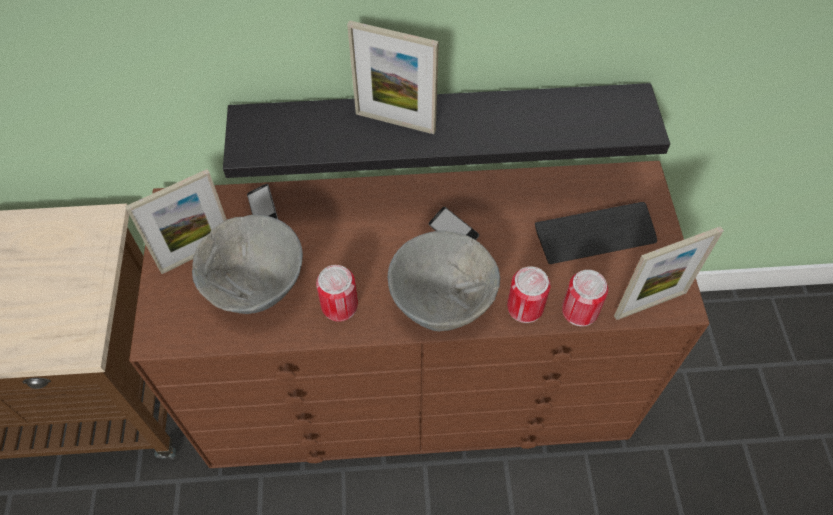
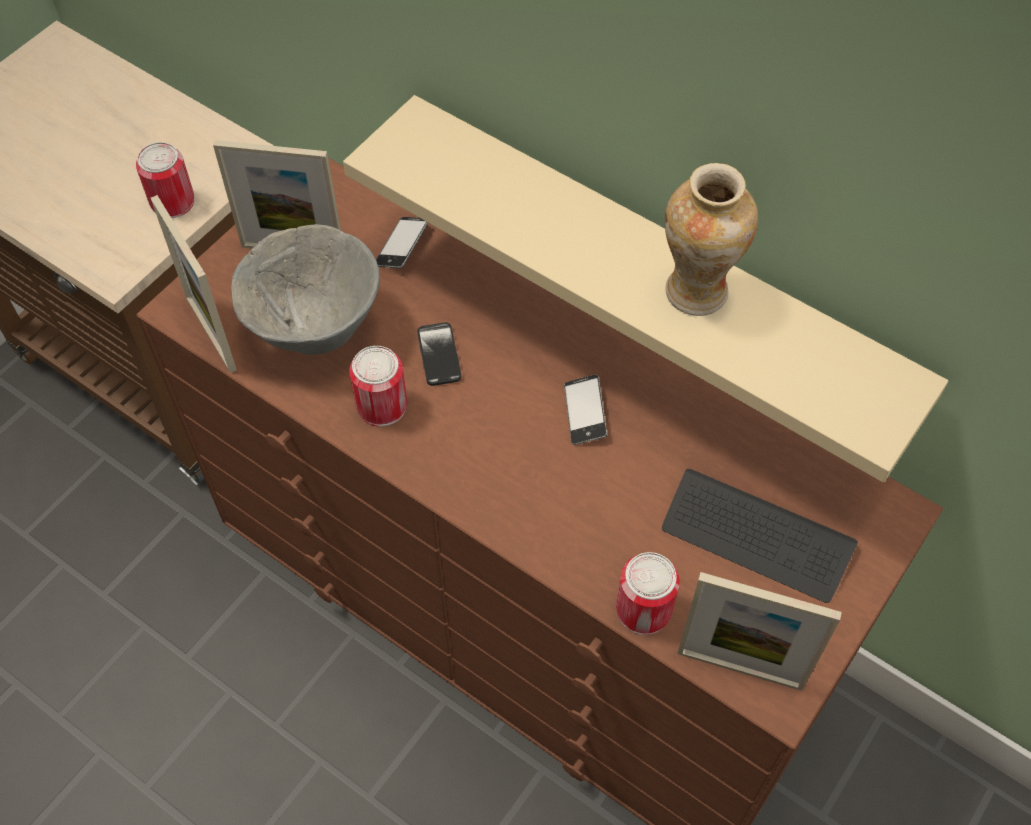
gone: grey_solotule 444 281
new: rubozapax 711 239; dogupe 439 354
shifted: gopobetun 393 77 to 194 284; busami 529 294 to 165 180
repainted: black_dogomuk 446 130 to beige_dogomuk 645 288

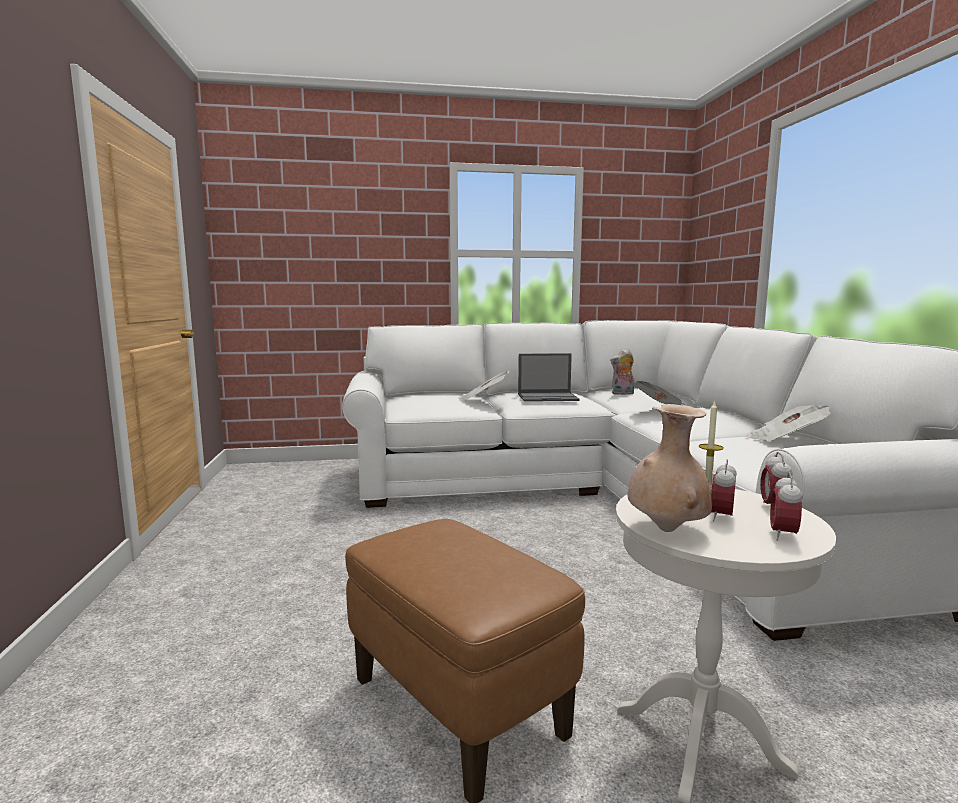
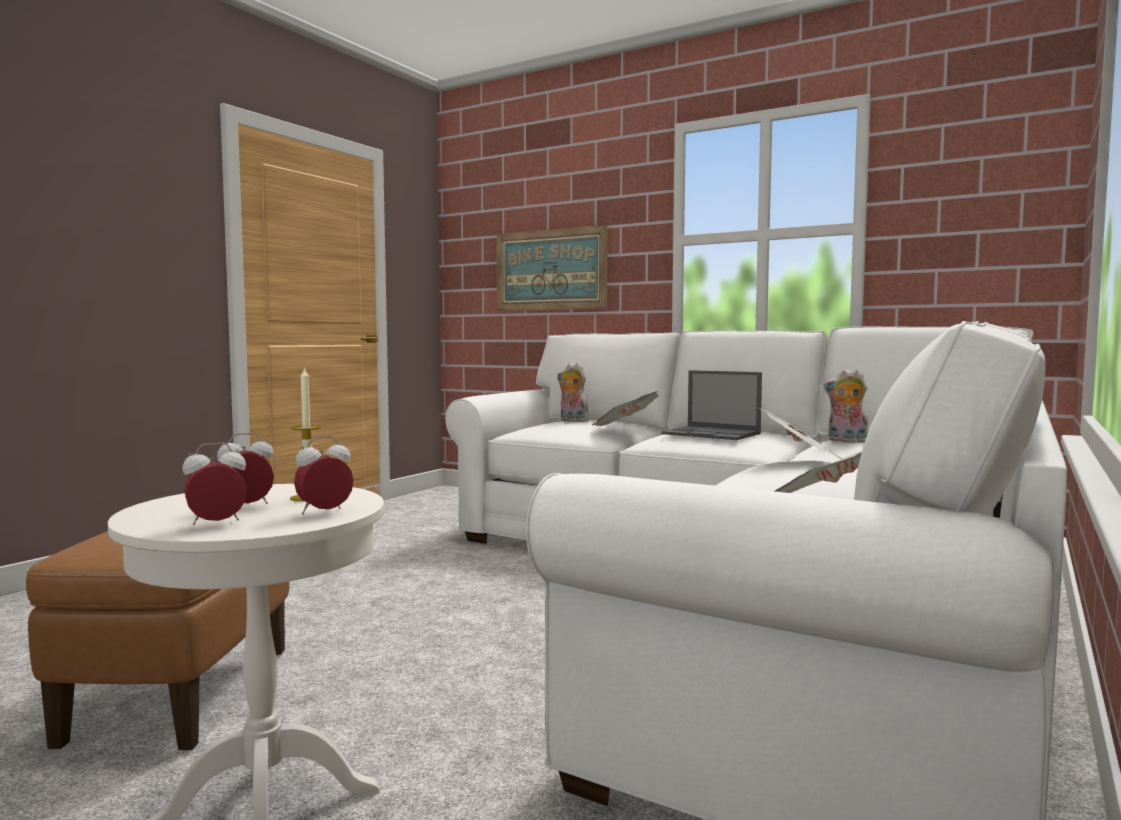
gone: beige_rubozapax 670 468
new: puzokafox 552 268; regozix 573 392

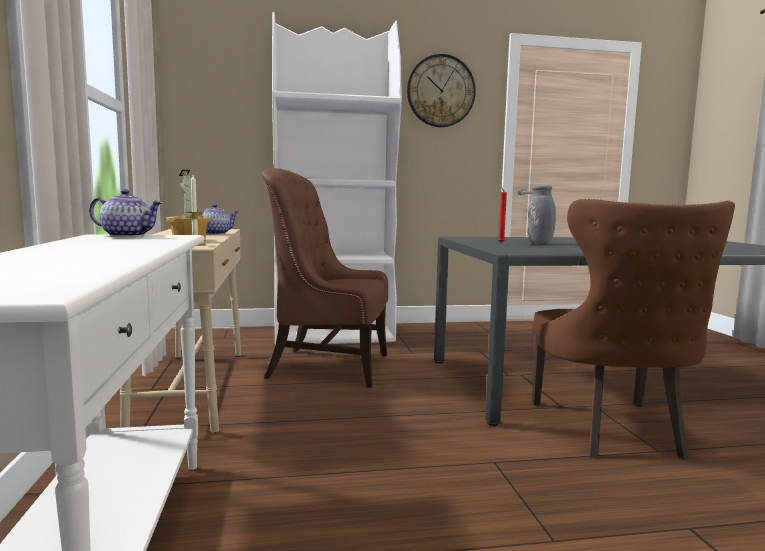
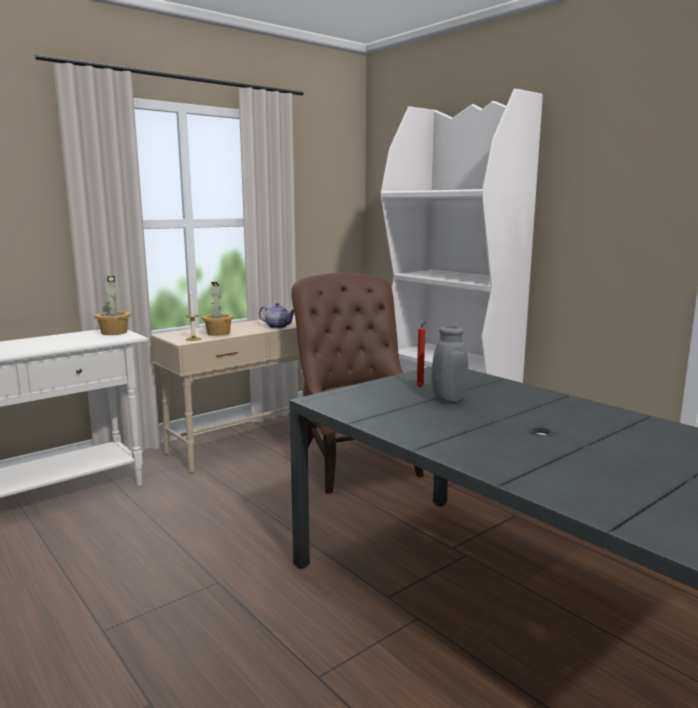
gone: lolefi 441 90; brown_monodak 633 329
swapped: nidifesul 126 213 to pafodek 112 305

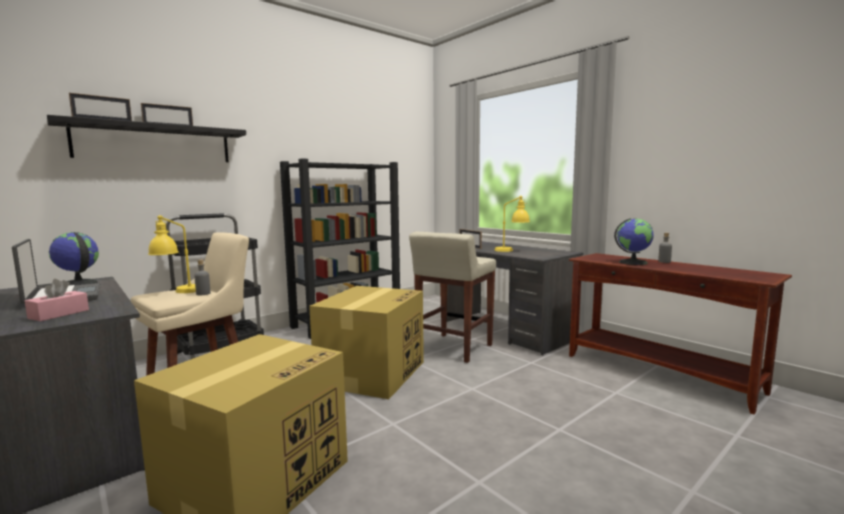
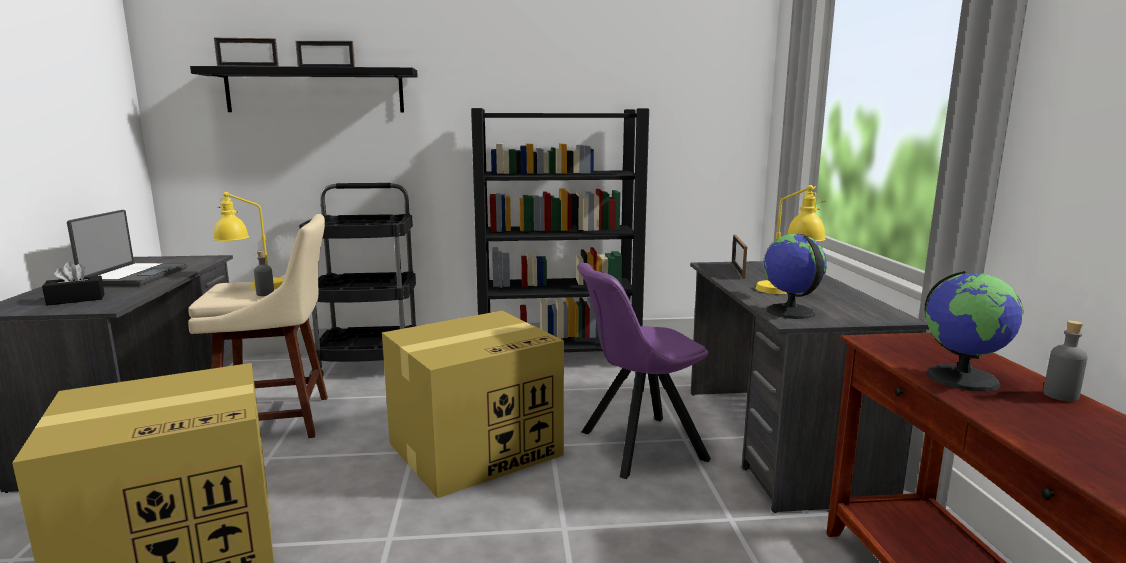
shifted: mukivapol 74 259 to 795 276
swapped: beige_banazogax 452 297 to purple_monodak 644 371
repainted: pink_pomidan 57 300 to black_pomidan 73 284

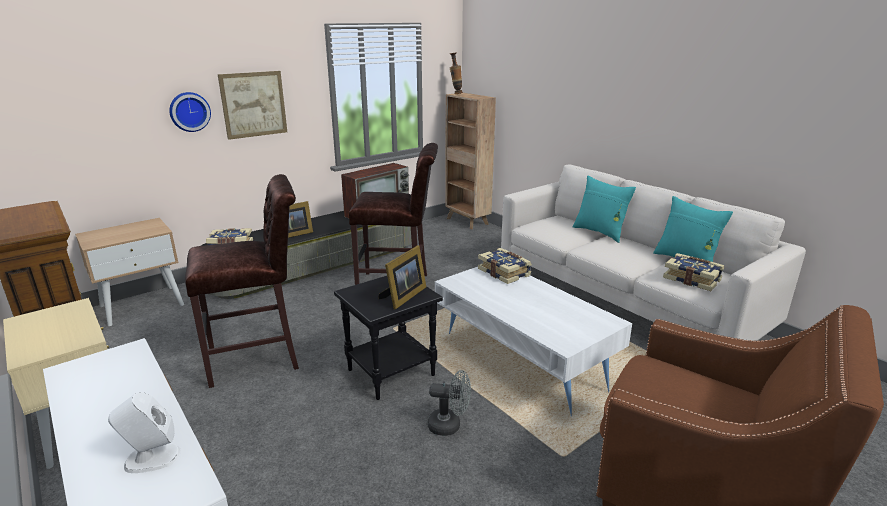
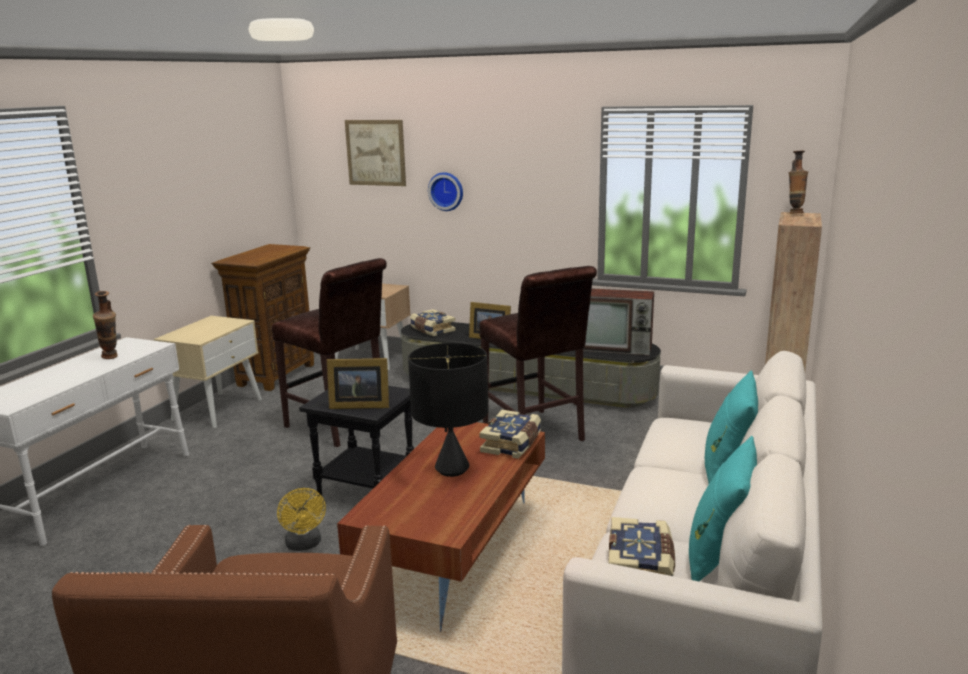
gone: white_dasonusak 144 432
new: rubozapax 105 325; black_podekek 448 410
shifted: puzokafox 252 105 to 375 153
repainted: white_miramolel 533 341 to brown_miramolel 441 527; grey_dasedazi 449 403 to yellow_dasedazi 301 519

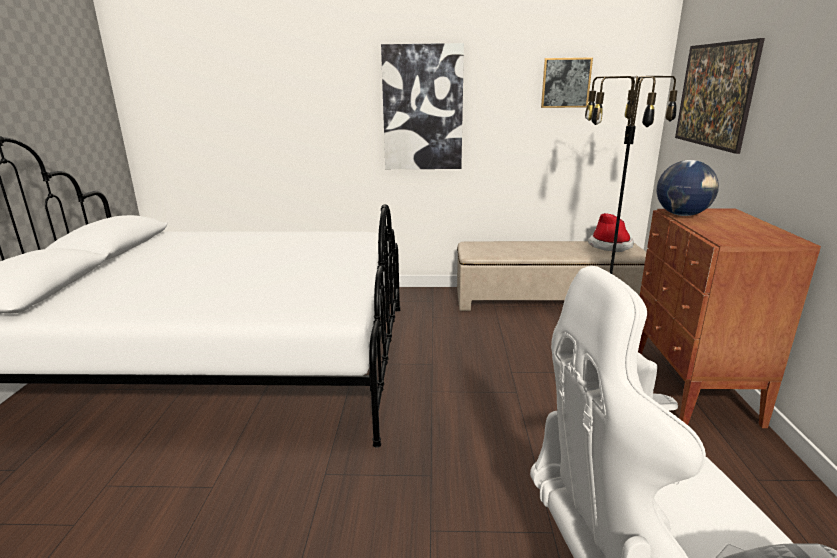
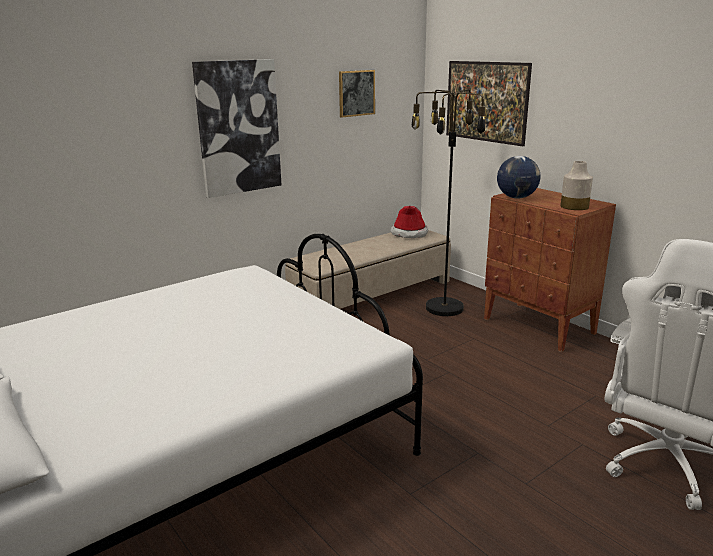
new: beige_rubozapax 576 185

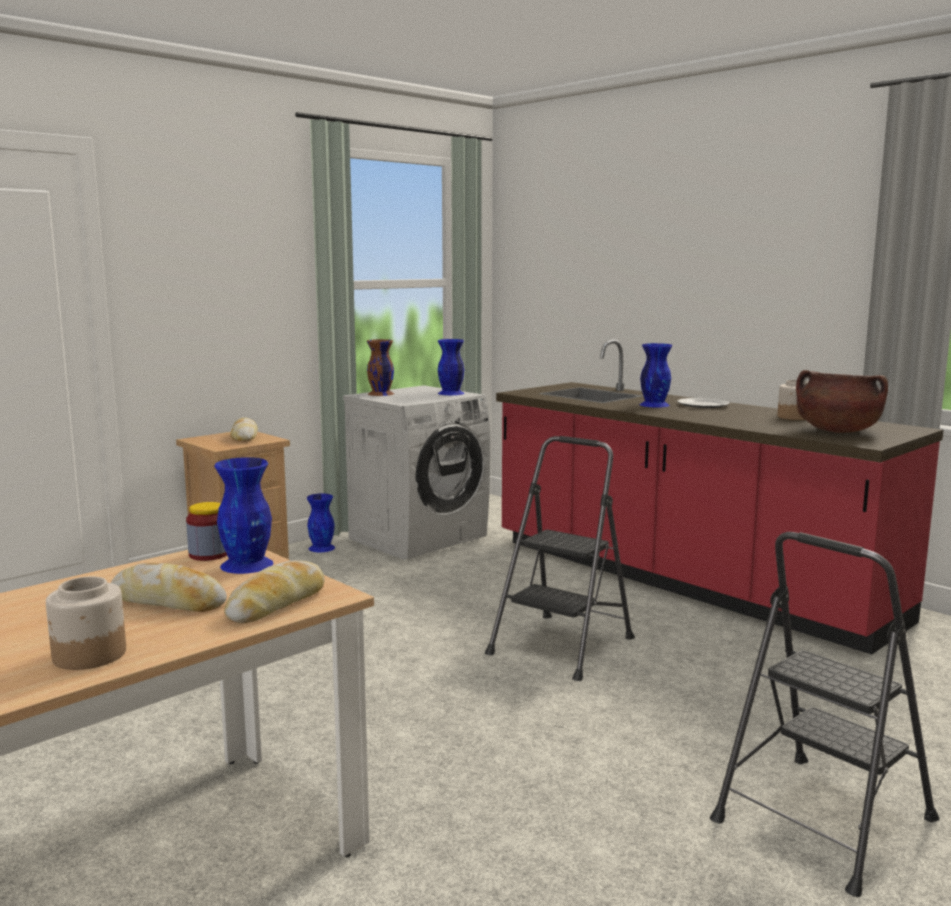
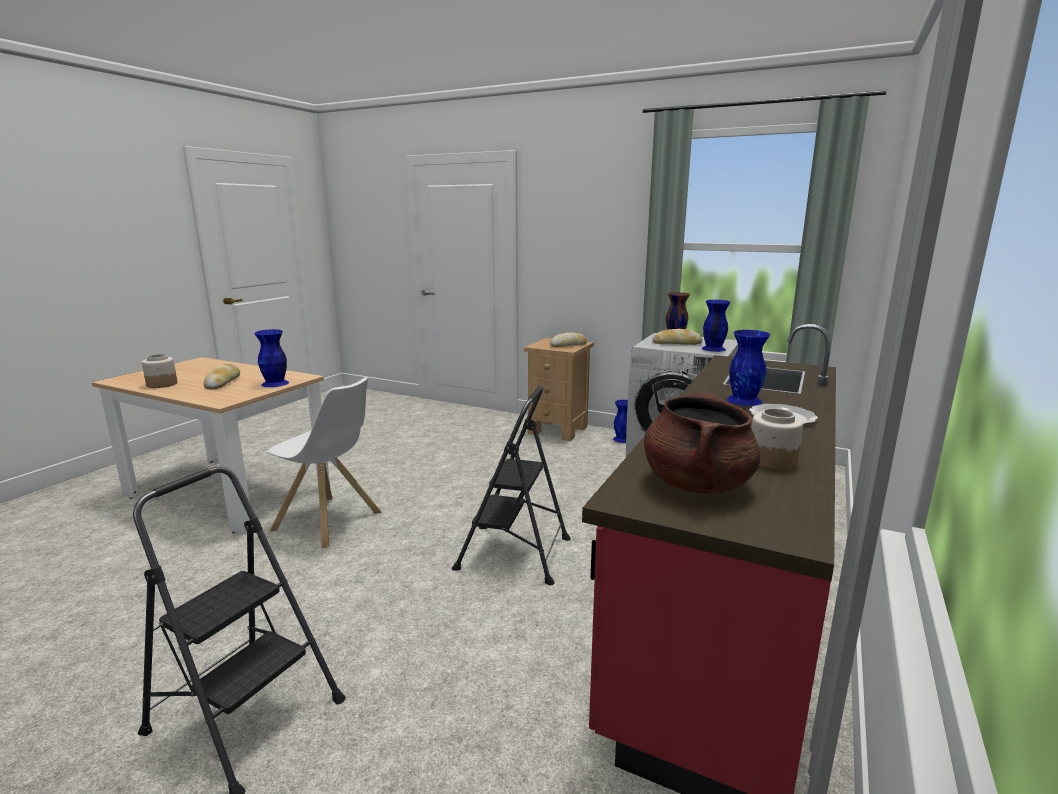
gone: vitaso 206 531
new: white_monodak 323 462
shifted: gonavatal 274 592 to 677 337

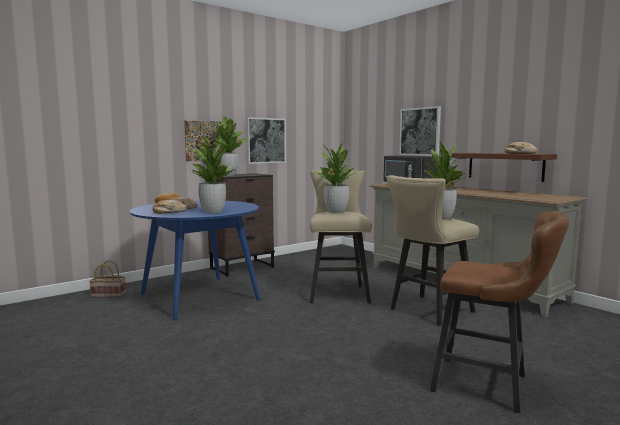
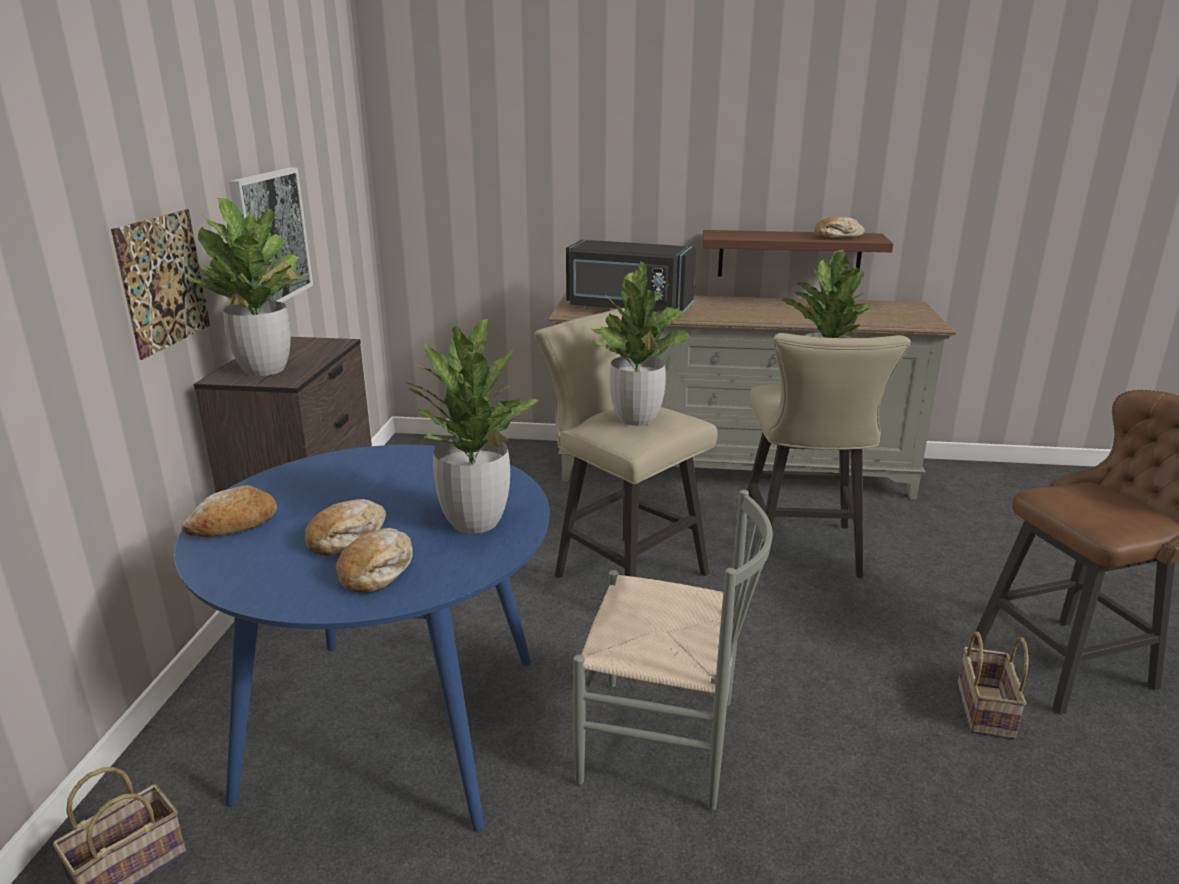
gone: puzokafox 420 131
new: grey_monodak 672 650; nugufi 993 685

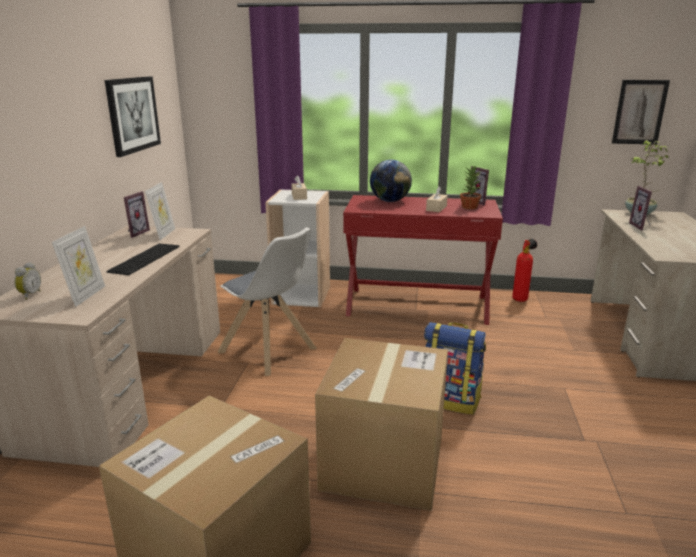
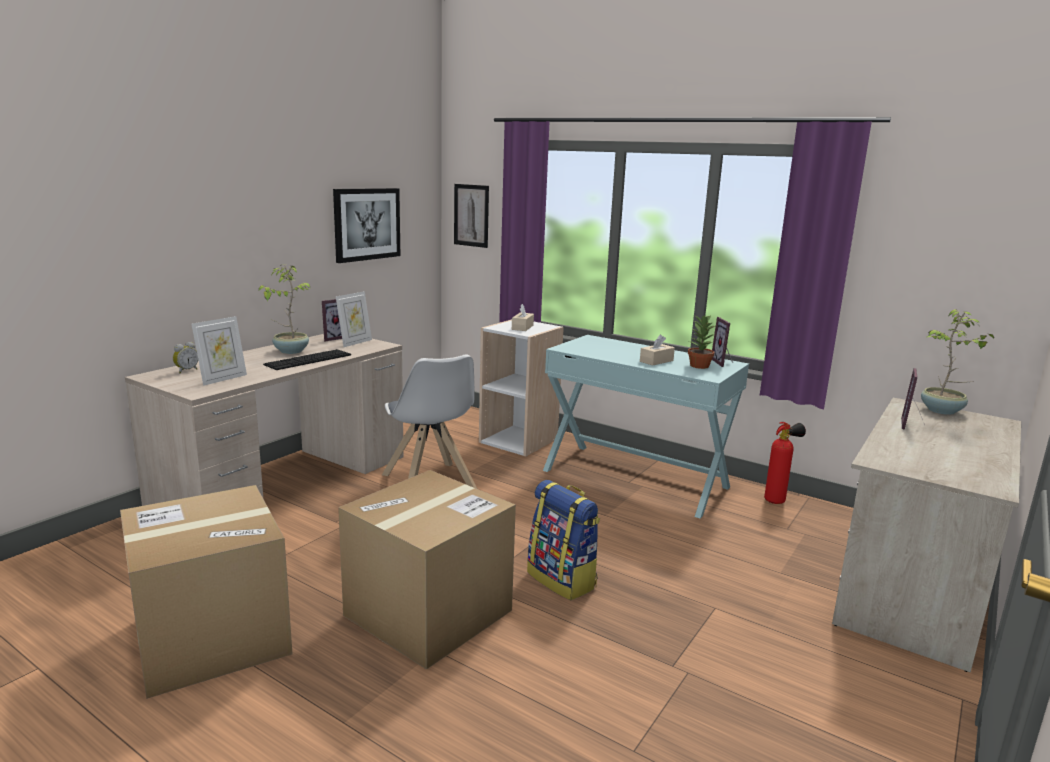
gone: mukivapol 391 181
new: pafodek 284 309
shifted: puzokafox 641 112 to 471 216
repainted: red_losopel 423 260 to turquoise_losopel 646 426

